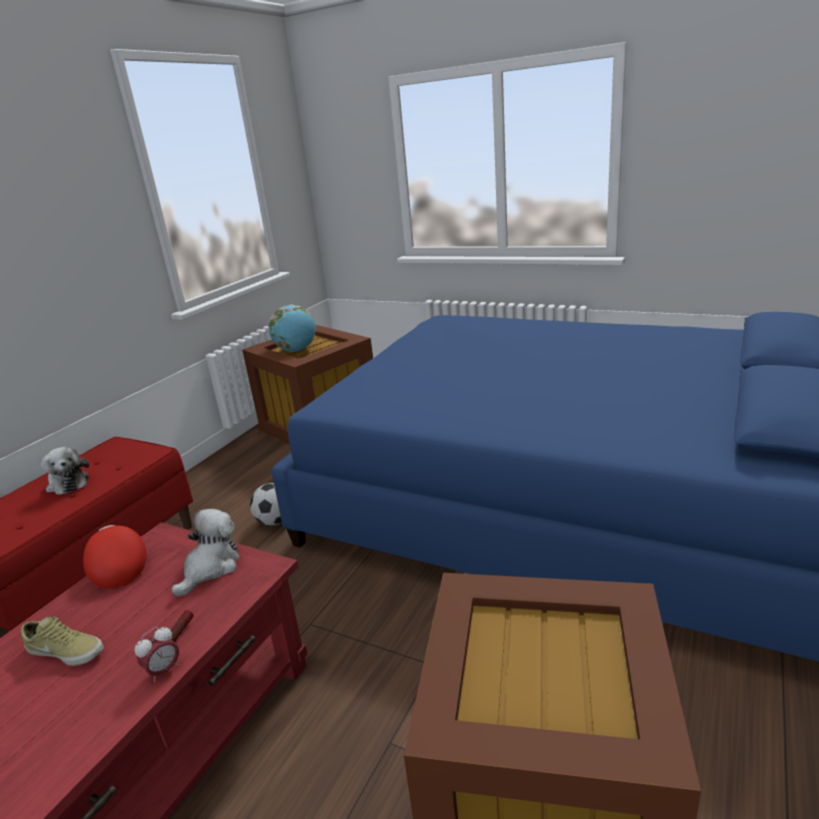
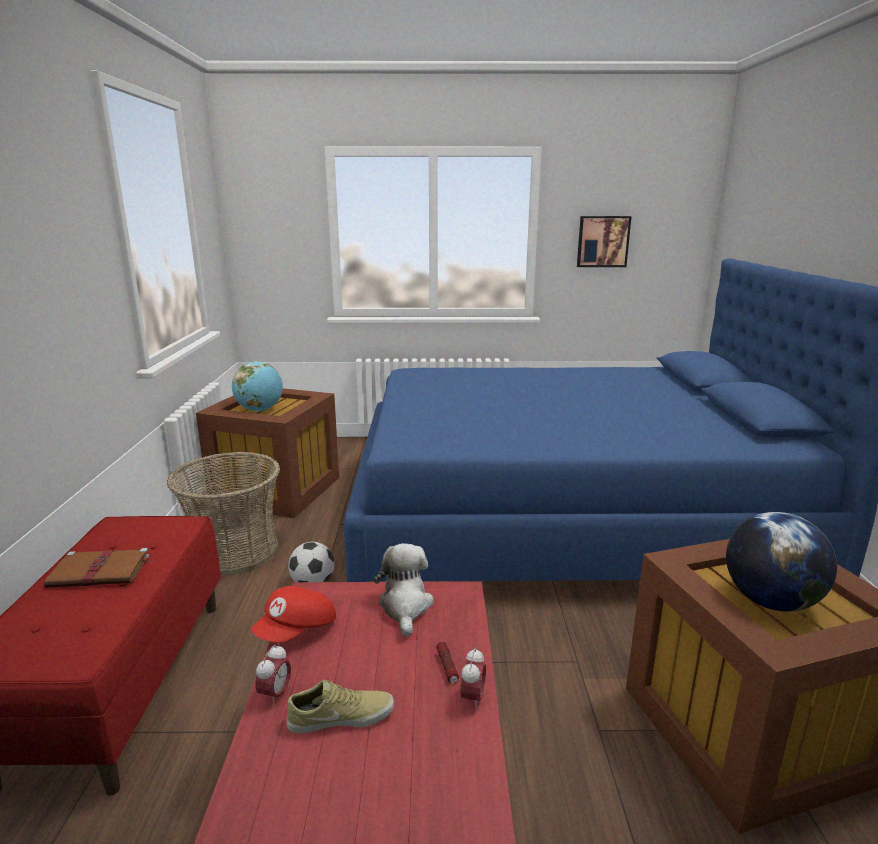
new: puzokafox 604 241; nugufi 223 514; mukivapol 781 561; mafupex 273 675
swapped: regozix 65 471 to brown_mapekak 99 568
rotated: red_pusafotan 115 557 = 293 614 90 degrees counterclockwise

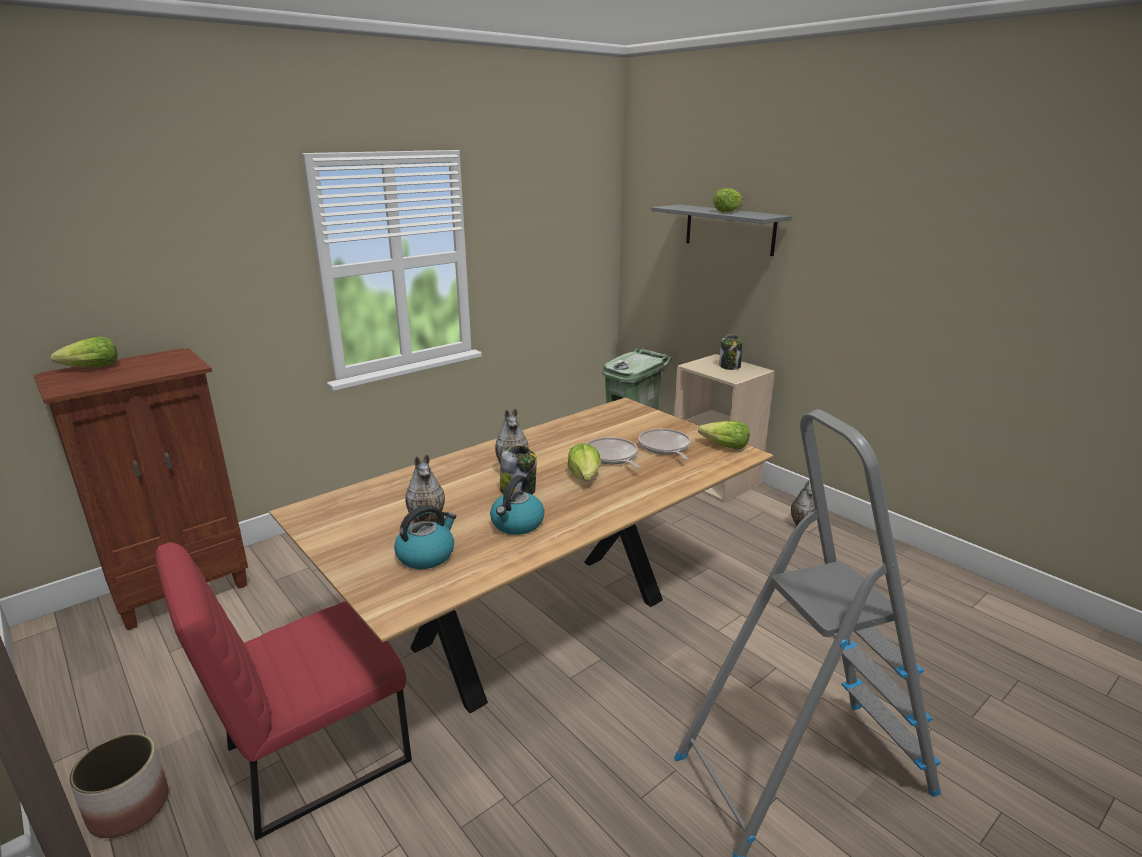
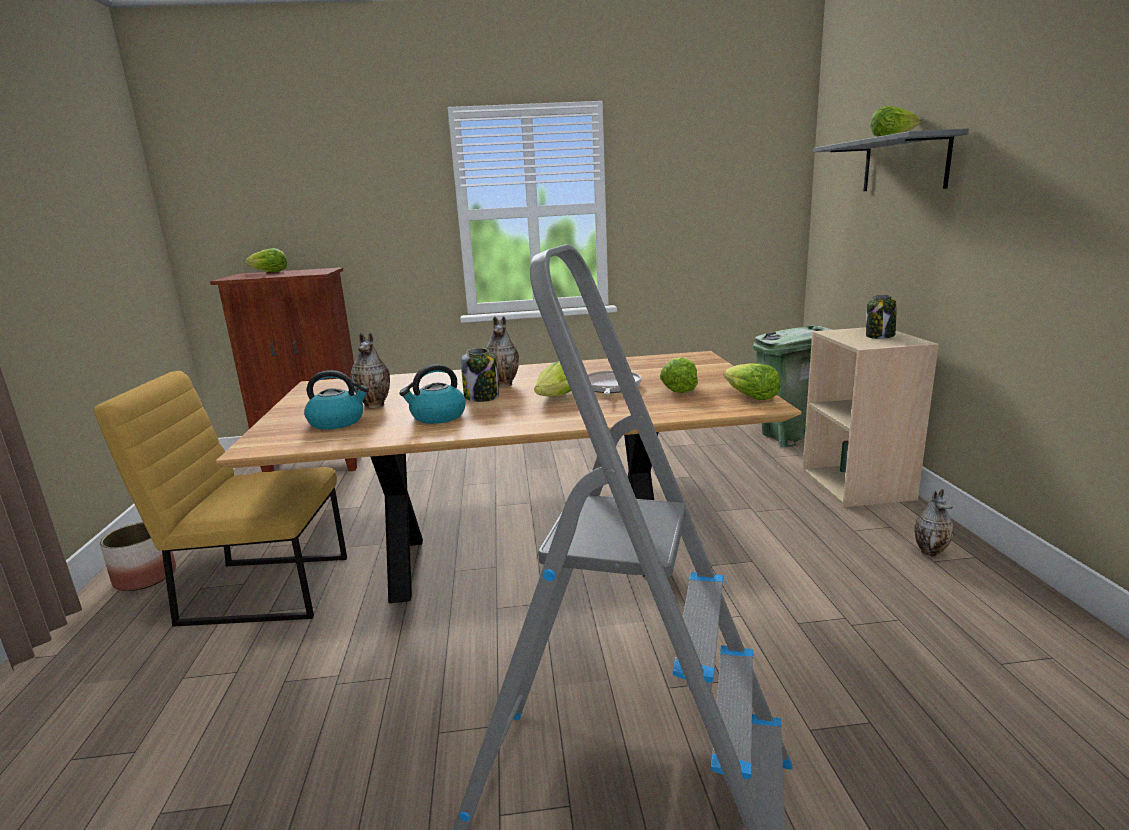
swapped: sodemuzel 664 444 to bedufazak 679 375
repainted: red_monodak 284 691 to yellow_monodak 220 499

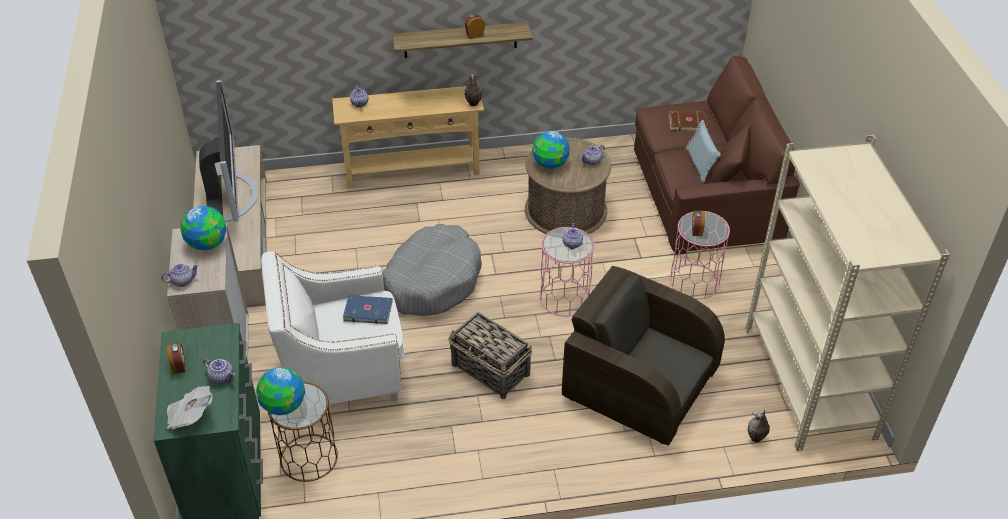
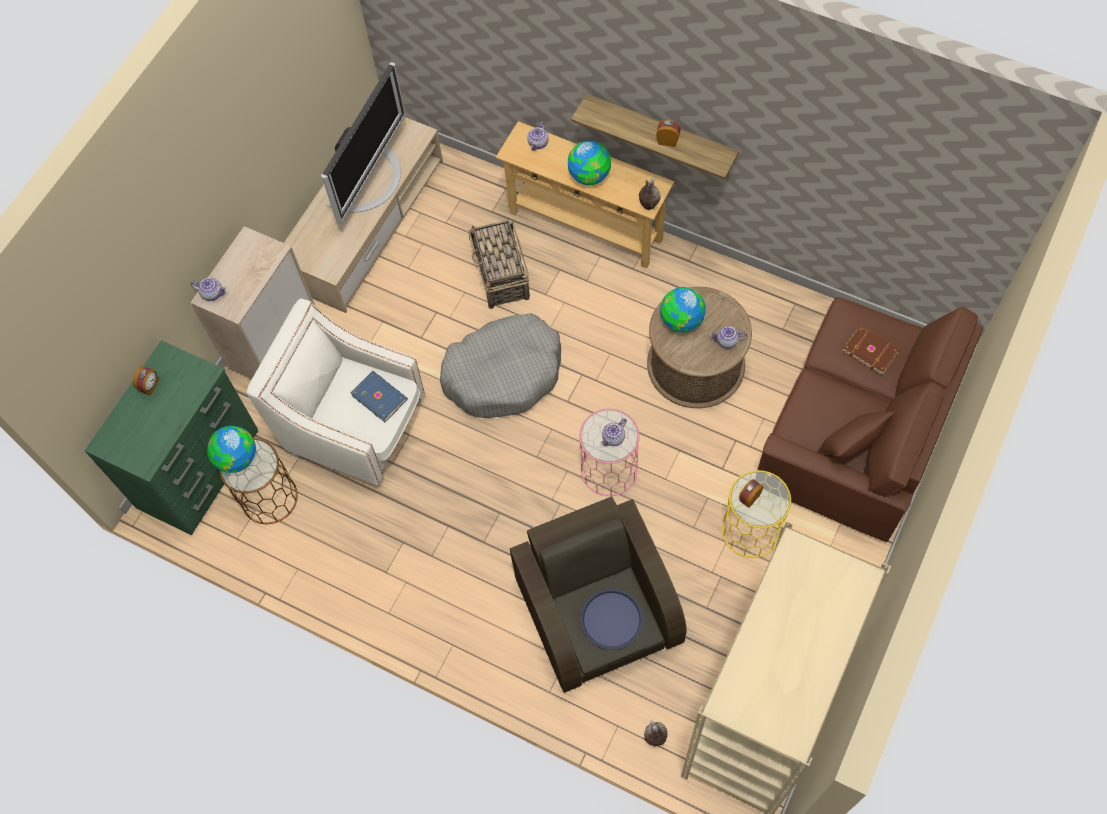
gone: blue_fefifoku 703 151; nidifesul 219 371; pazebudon 190 407
new: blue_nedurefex 611 619
shifted: mukivapol 203 228 to 589 162; nugufi 490 355 to 499 264
repainted: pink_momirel 700 255 to yellow_momirel 756 514

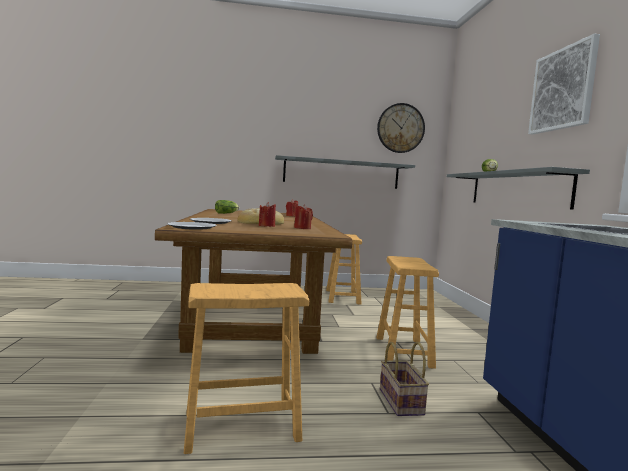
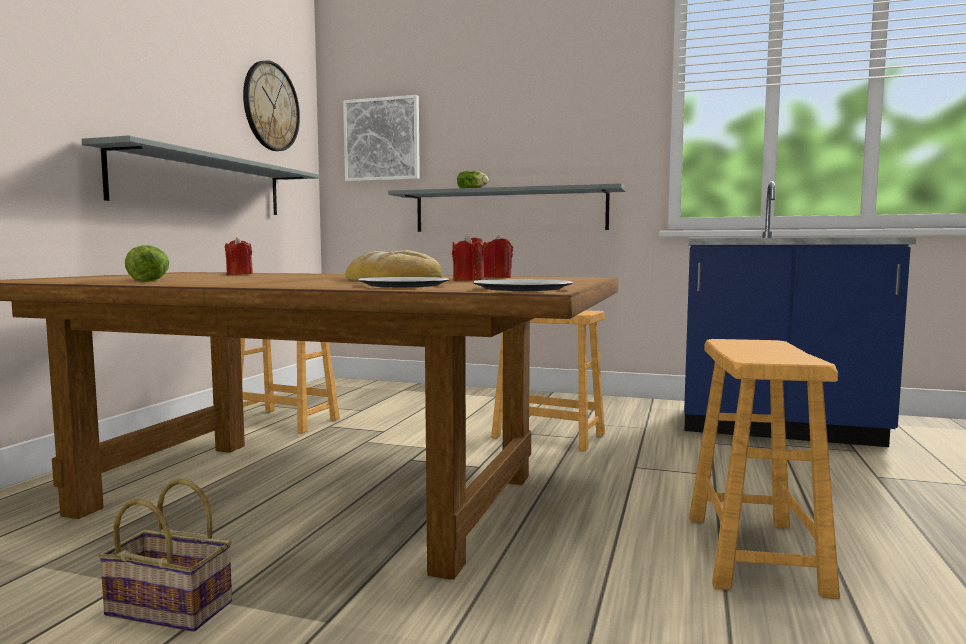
shifted: puzokafox 564 84 to 381 138; nugufi 404 379 to 165 555

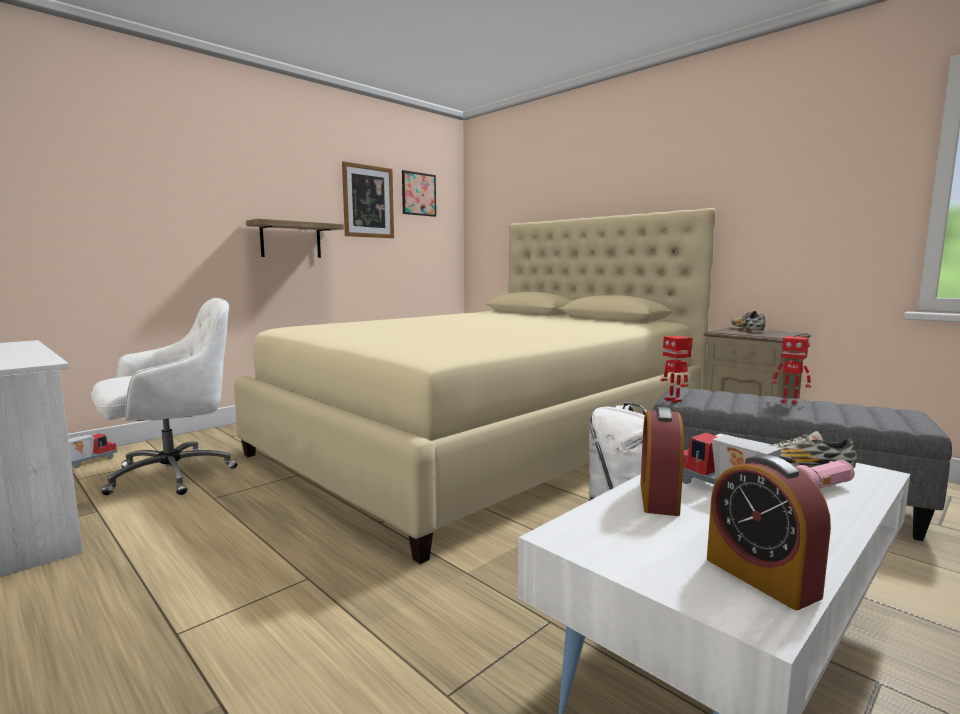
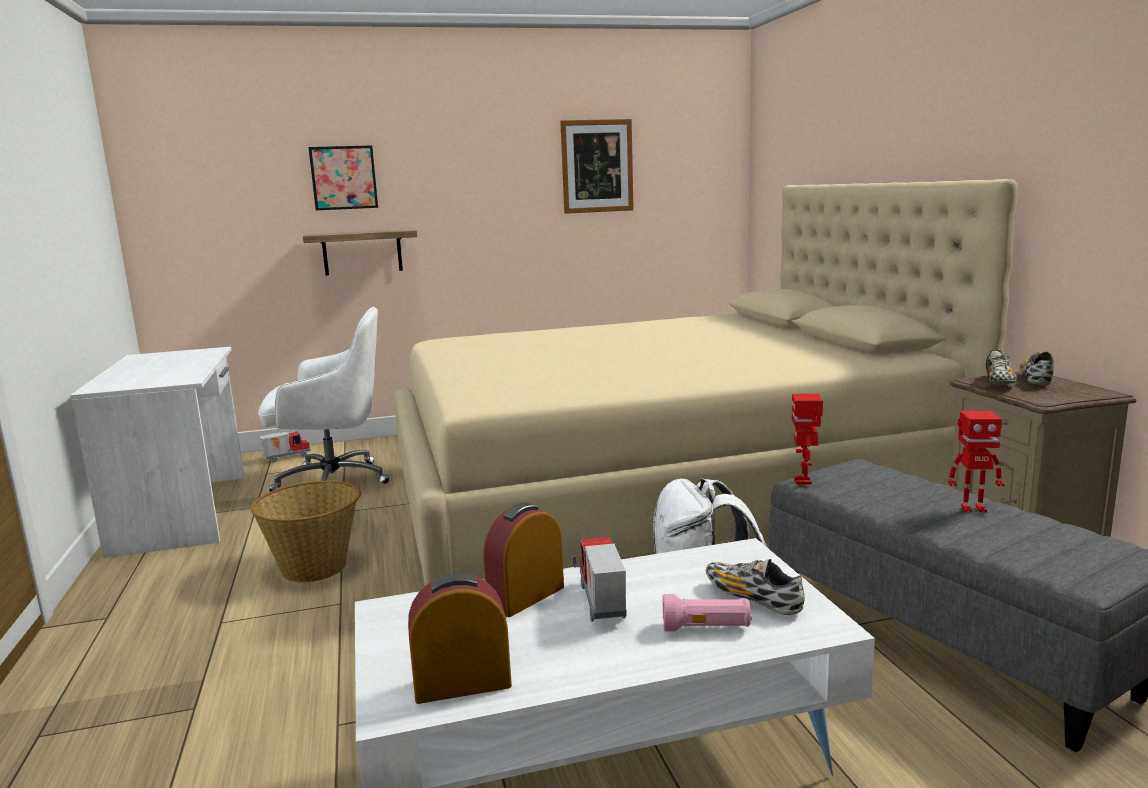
new: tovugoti 1001 367; nugufi 306 531
shifted: puzokafox 419 193 to 343 177; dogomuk 295 238 to 360 252
rotated: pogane 791 370 = 976 461 60 degrees counterclockwise; mafupex 769 532 = 460 638 75 degrees clockwise

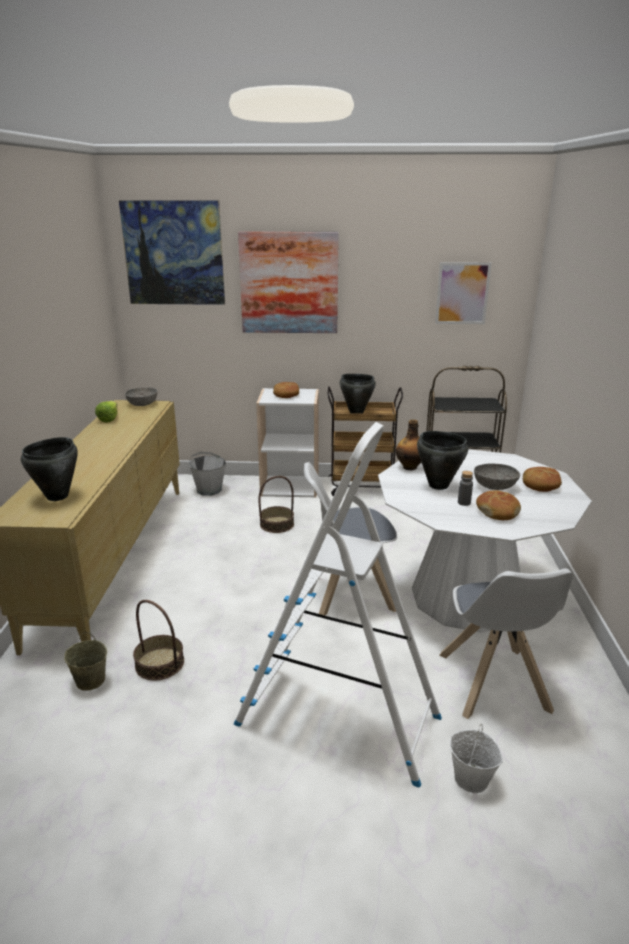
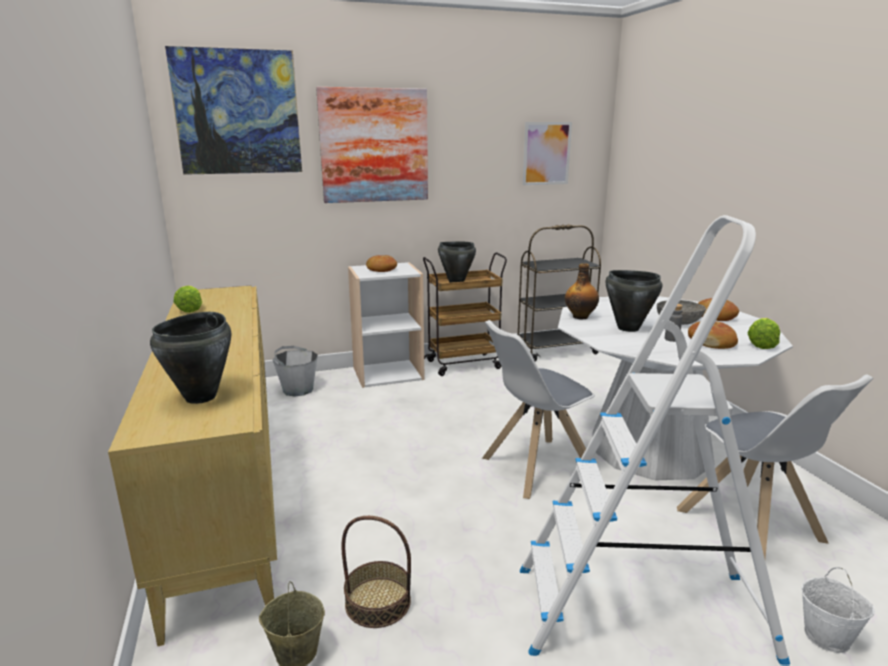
gone: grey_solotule 141 397; nugufi 276 504
new: bedufazak 764 333

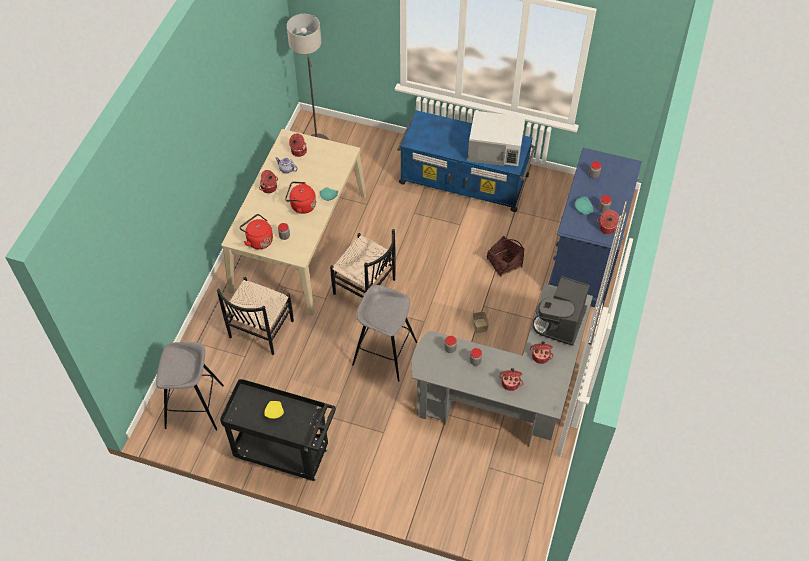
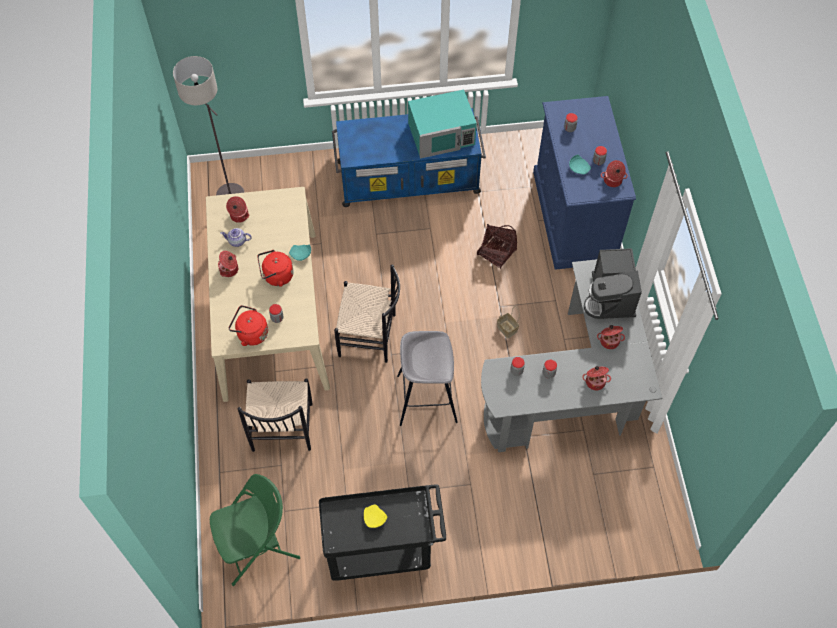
swapped: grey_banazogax 190 386 to green_monodak 255 530
repainted: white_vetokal 496 138 to turquoise_vetokal 442 124

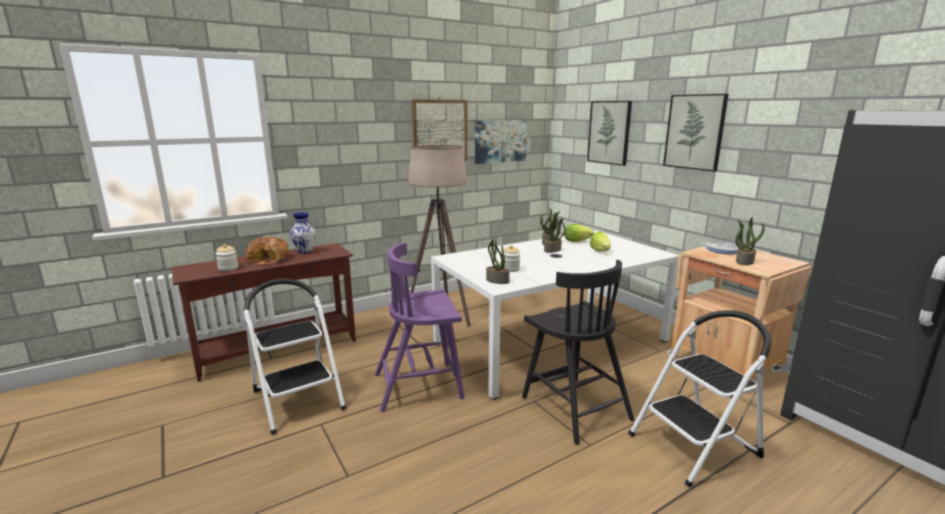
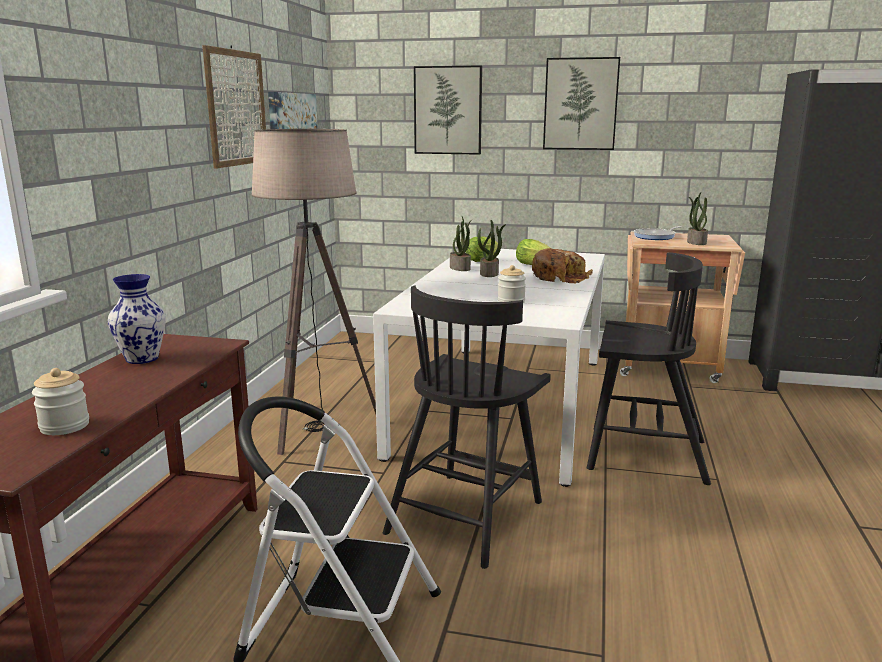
gone: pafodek 498 260; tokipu 699 398
shifted: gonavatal 267 251 to 562 265
repainted: purple_monodak 420 327 to black_monodak 467 427

